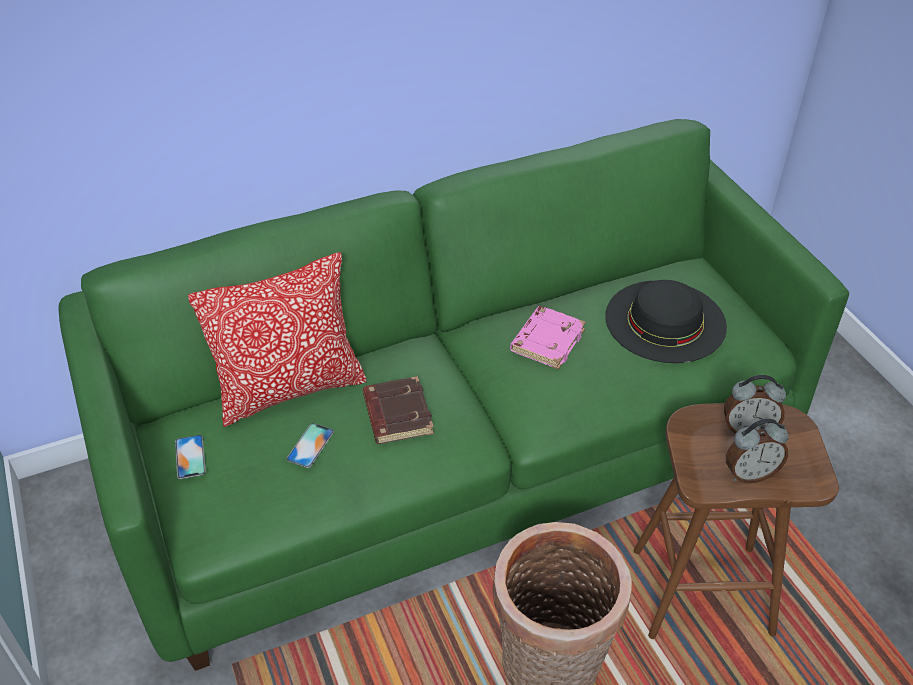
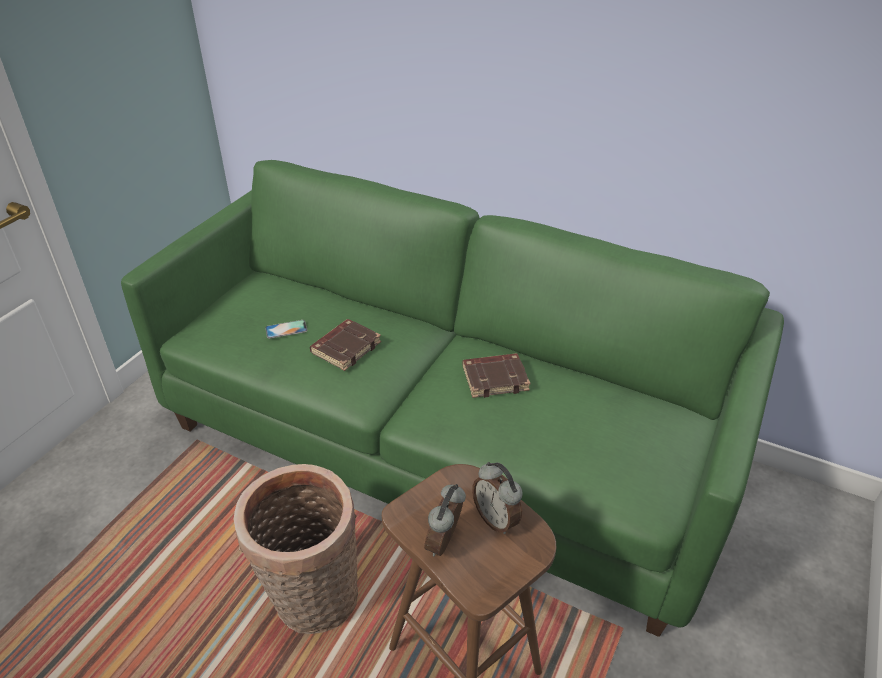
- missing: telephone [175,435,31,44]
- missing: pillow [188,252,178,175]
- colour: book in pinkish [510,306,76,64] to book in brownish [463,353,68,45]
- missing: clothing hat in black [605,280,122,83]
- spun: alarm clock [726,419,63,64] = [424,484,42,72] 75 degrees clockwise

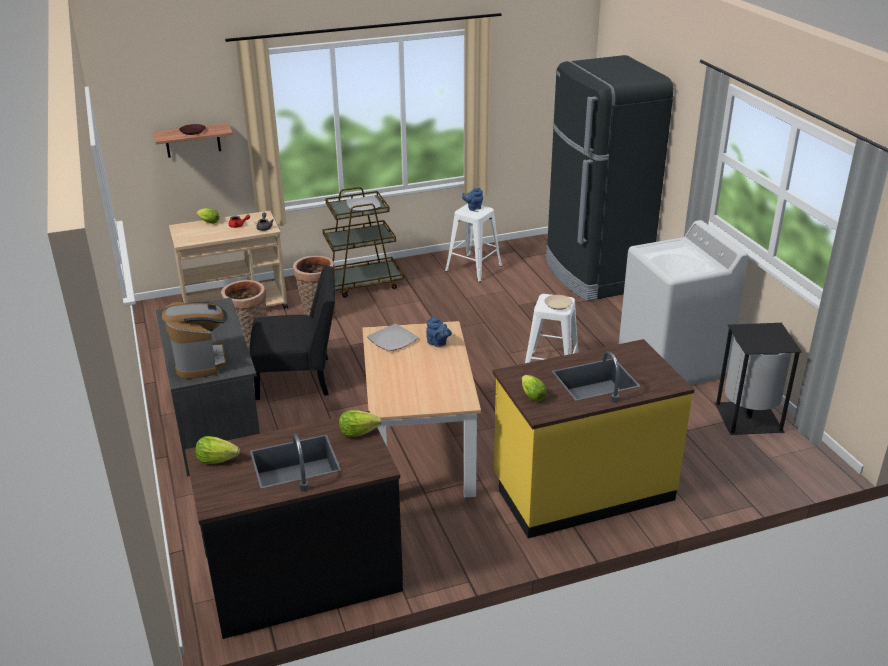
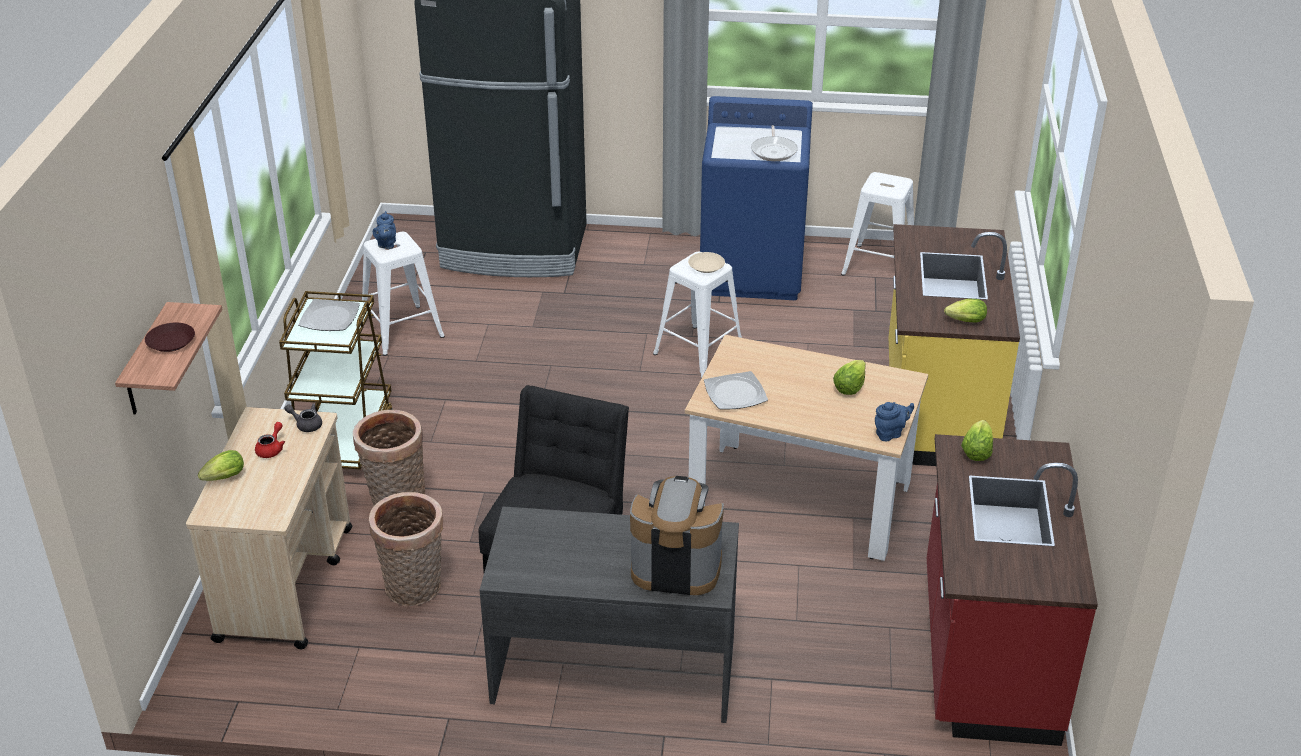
- colour: counter in black [185,411,218,228] to counter in red-coloured [927,434,171,312]
- relocated: head of lettuce [195,436,45,28] to [833,360,33,35]
- relocated: teapot in bluish [426,316,26,31] to [875,402,39,39]
- colour: laundry machine in whitish [619,220,129,165] to laundry machine in bluish [700,96,113,204]
- exchanged: waste bin in black [715,323,87,112] to stool seat in whitish [841,172,73,103]
- appeared: skillet [751,125,47,36]

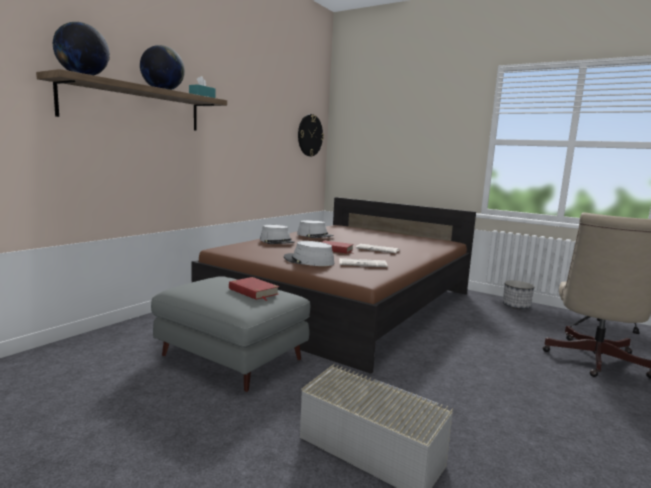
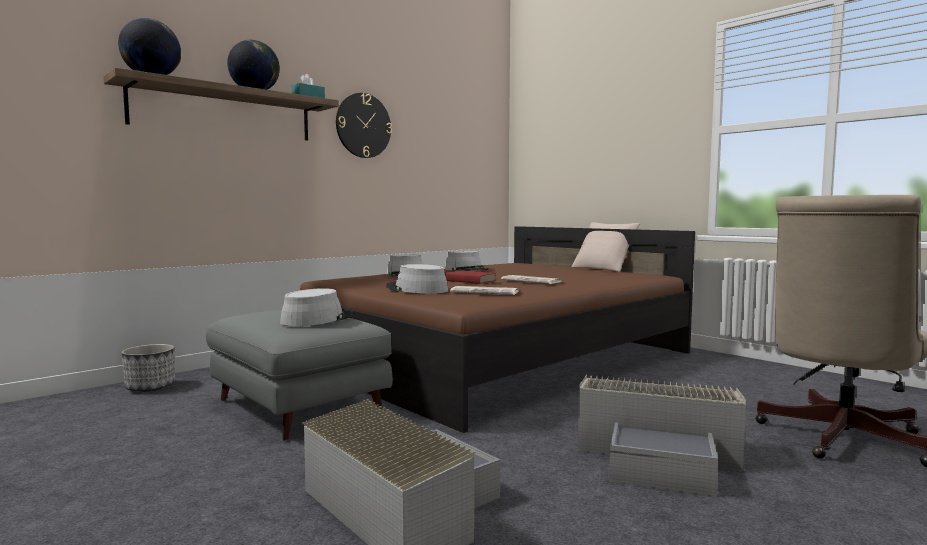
- exchanged: book in red-coloured [229,277,50,24] to clothing hat in gray [280,288,73,38]
- relocated: hanging clock [298,114,26,42] to [336,93,56,65]
- relocated: flower pot [503,281,31,28] to [122,344,53,48]
- appeared: pillow in beige [572,222,68,50]
- appeared: storage bin in gray [578,374,168,123]

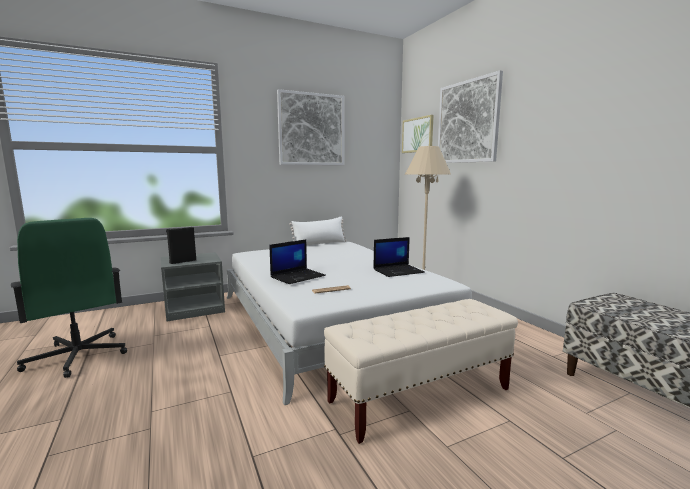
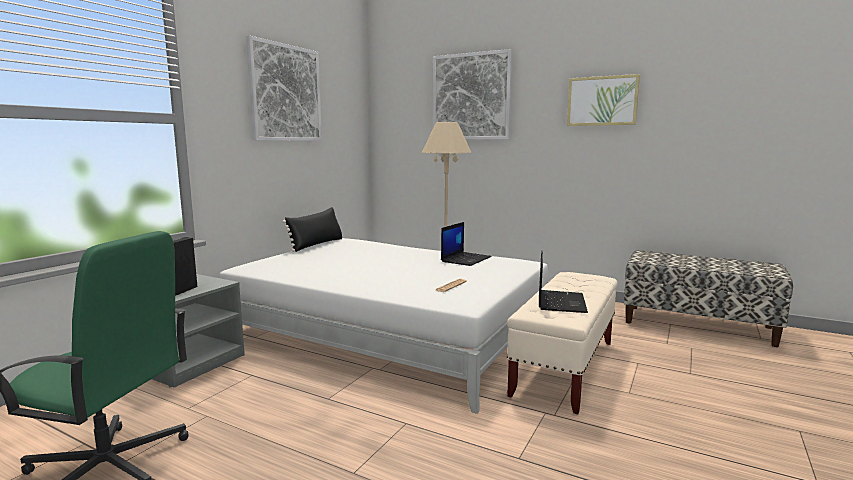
- relocated: laptop [270,239,56,45] to [539,251,49,62]
- colour: pillow in whitish [289,217,57,28] to pillow in black [282,207,61,45]
- relocated: wall picture [402,115,32,38] to [567,74,73,52]

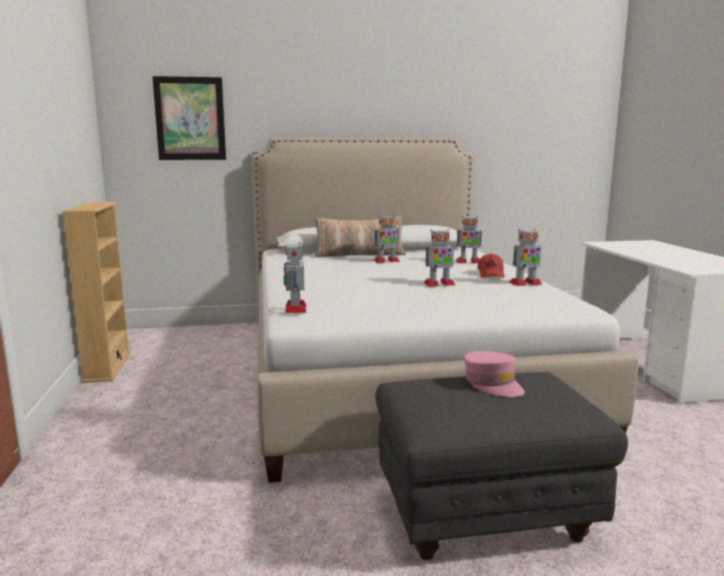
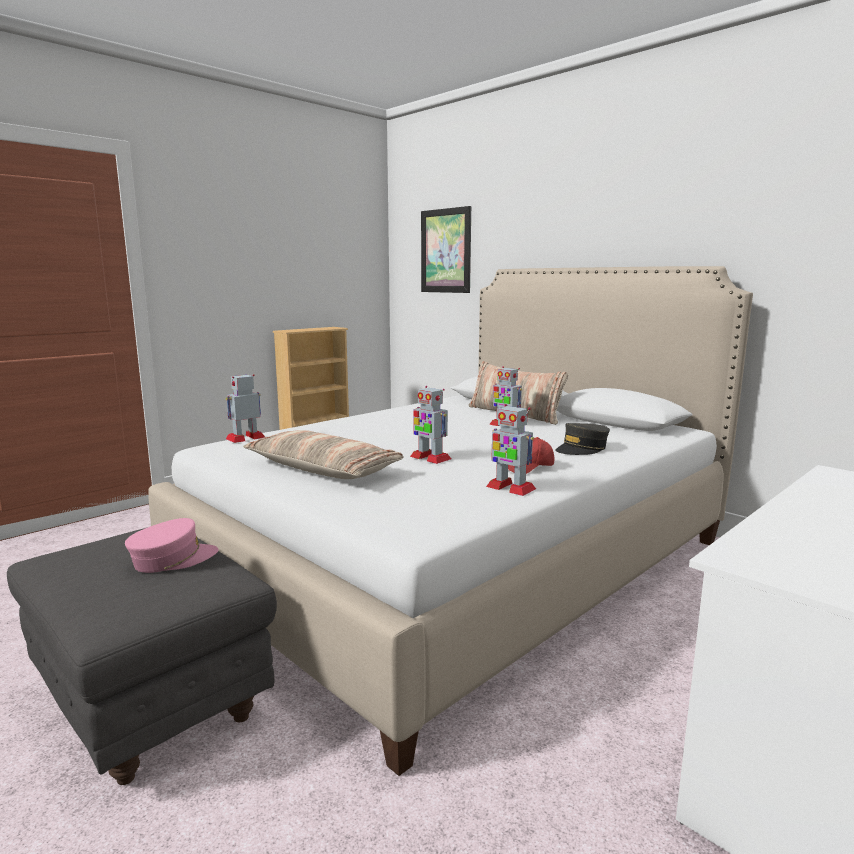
- exchanged: toy robot [456,216,26,47] to baseball cap in gray [555,423,55,32]
- spun: baseball cap in pinkish [464,351,61,46] = [125,518,94,55] 150 degrees counterclockwise
- appeared: pillow [243,430,161,49]

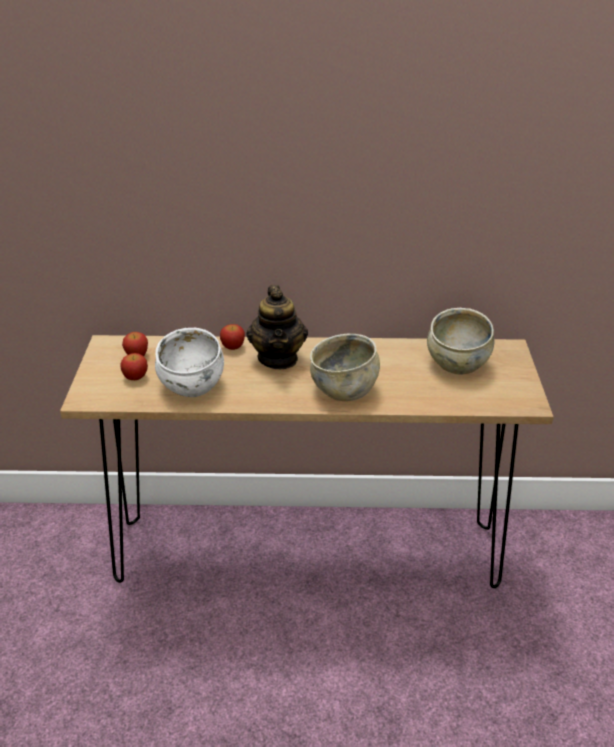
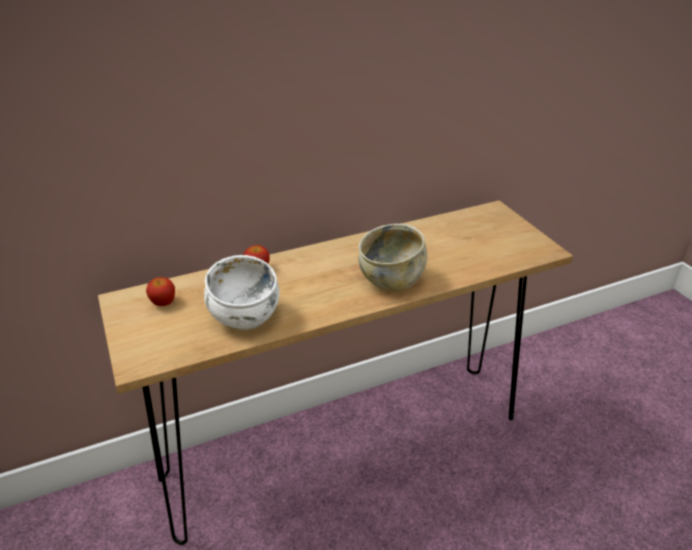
- missing: apple [120,353,28,27]
- missing: teapot [246,285,62,84]
- missing: serving bowl in beige [427,308,67,67]

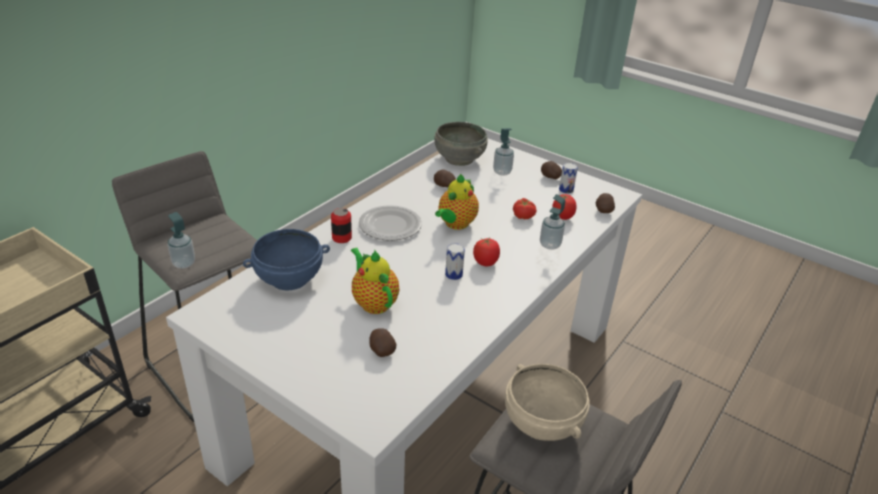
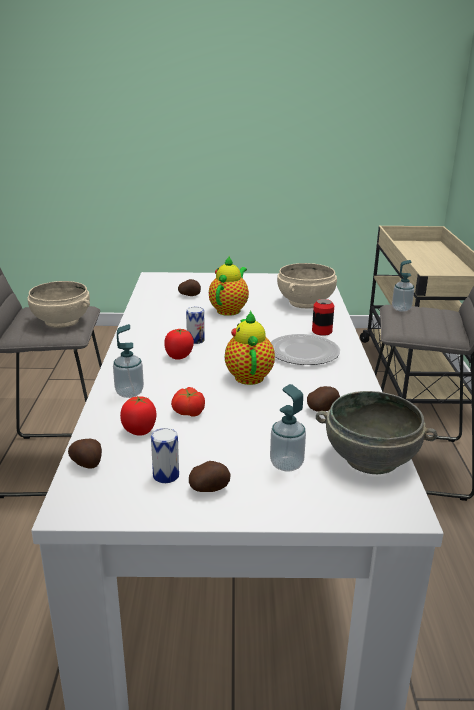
- colour: serving bowl in bluish [243,229,87,61] to serving bowl in beige [277,263,60,46]
- spun: teapot [351,248,48,66] = [209,256,40,60] 90 degrees counterclockwise

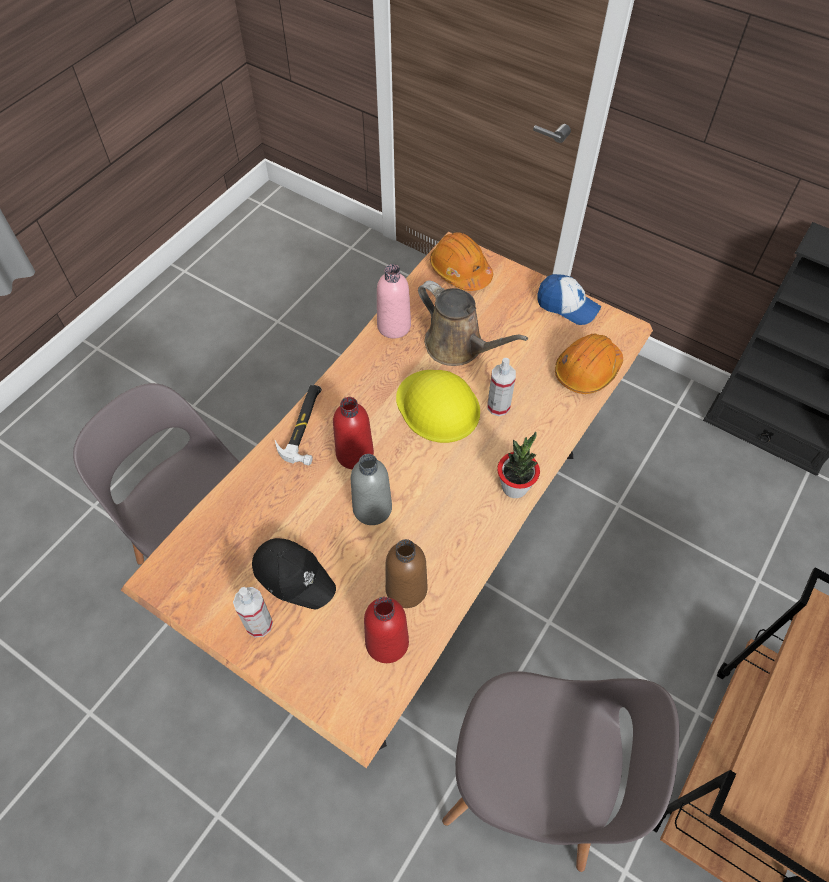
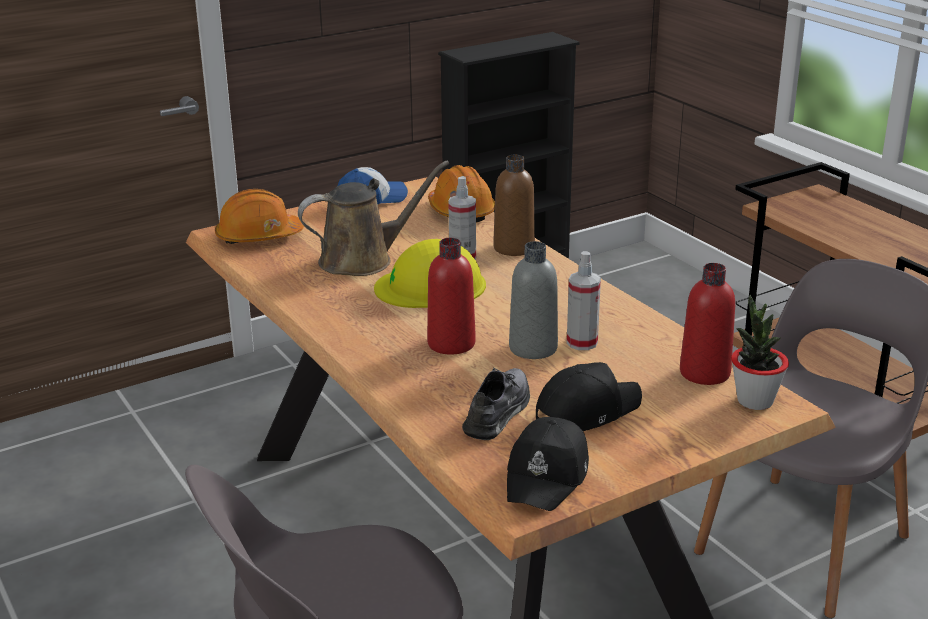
- relocated: hand sprayer [233,587,40,50] to [567,251,34,99]
- missing: tool hammer [275,385,47,80]
- missing: bottle in pinkish [377,264,34,75]
- relocated: bottle in brownish [385,539,42,69] to [493,155,42,101]
- relocated: potted plant [497,432,43,66] to [731,295,58,115]
- appeared: shoe in gray [462,367,68,73]
- appeared: baseball cap in black [507,417,82,94]

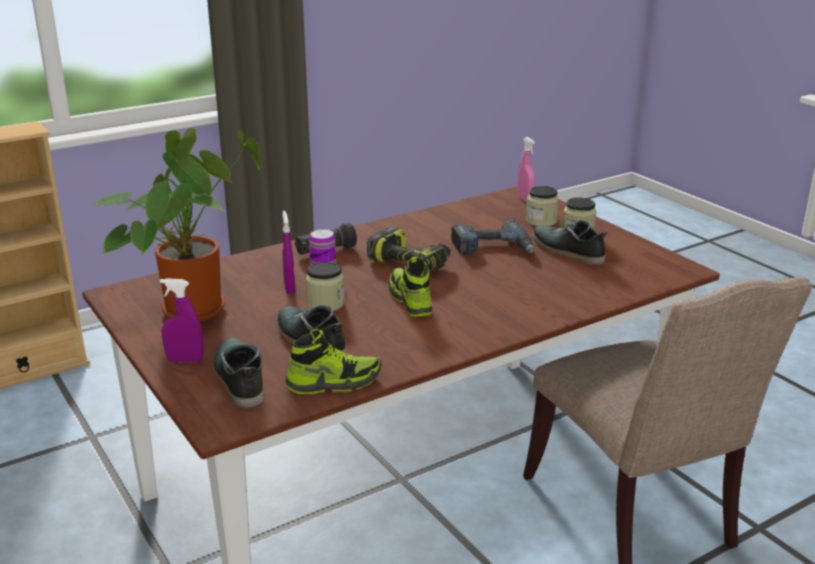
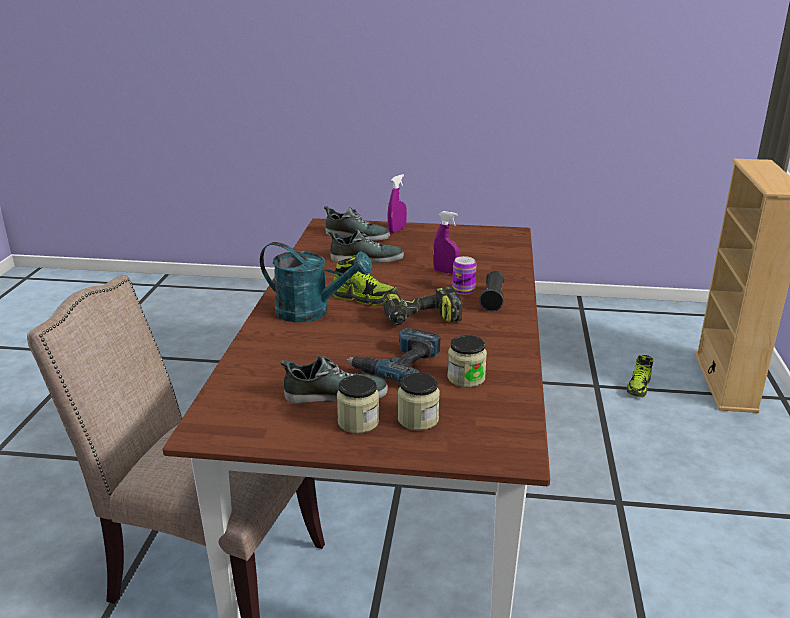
- missing: potted plant [91,128,172,194]
- relocated: shoe [285,329,97,65] to [626,355,27,43]
- relocated: preserve jar [306,262,38,49] to [448,335,39,52]
- missing: hand sprayer in pinkish [517,137,18,65]
- appeared: watering can in blue-green [260,242,112,80]

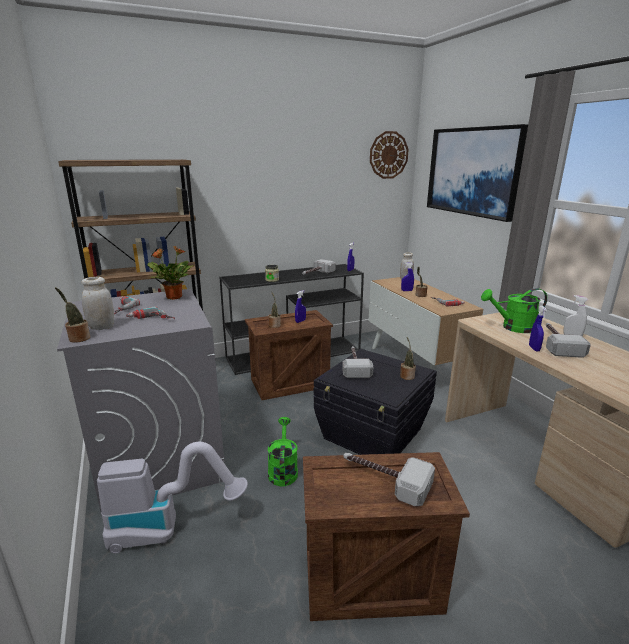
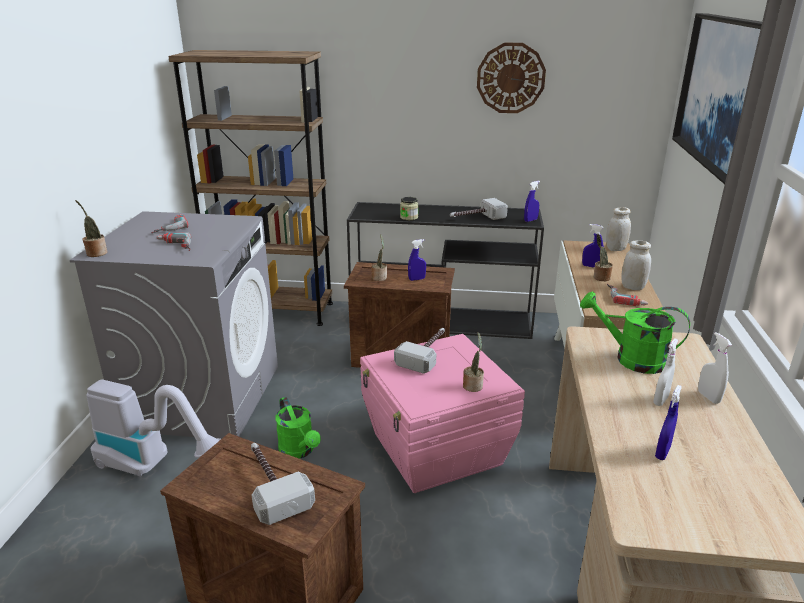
- relocated: preserve jar in whitish [82,277,32,53] to [621,240,30,50]
- missing: potted plant [147,246,47,54]
- spun: watering can in green [268,417,30,69] = [275,397,46,62] 120 degrees clockwise
- colour: storage bin in black [314,349,123,106] to storage bin in pinkish [360,334,165,159]
- relocated: hanging clock [370,131,39,48] to [477,43,69,70]
- relocated: hand sprayer in bluish [529,306,18,45] to [655,385,27,75]
- exchanged: tool hammer [546,323,45,35] to hand sprayer in whitish [653,338,25,68]

